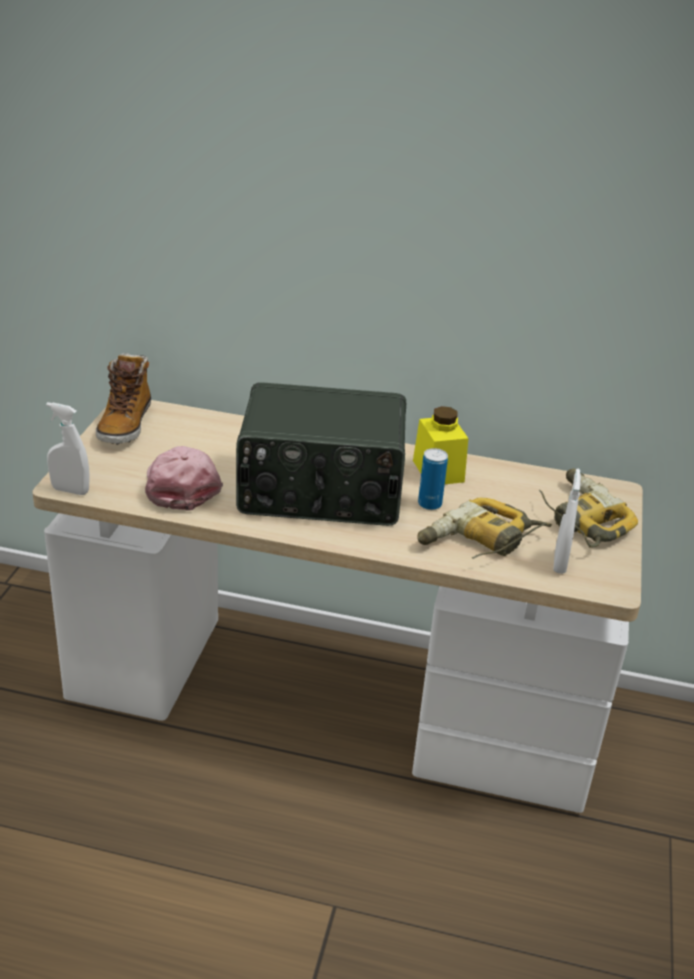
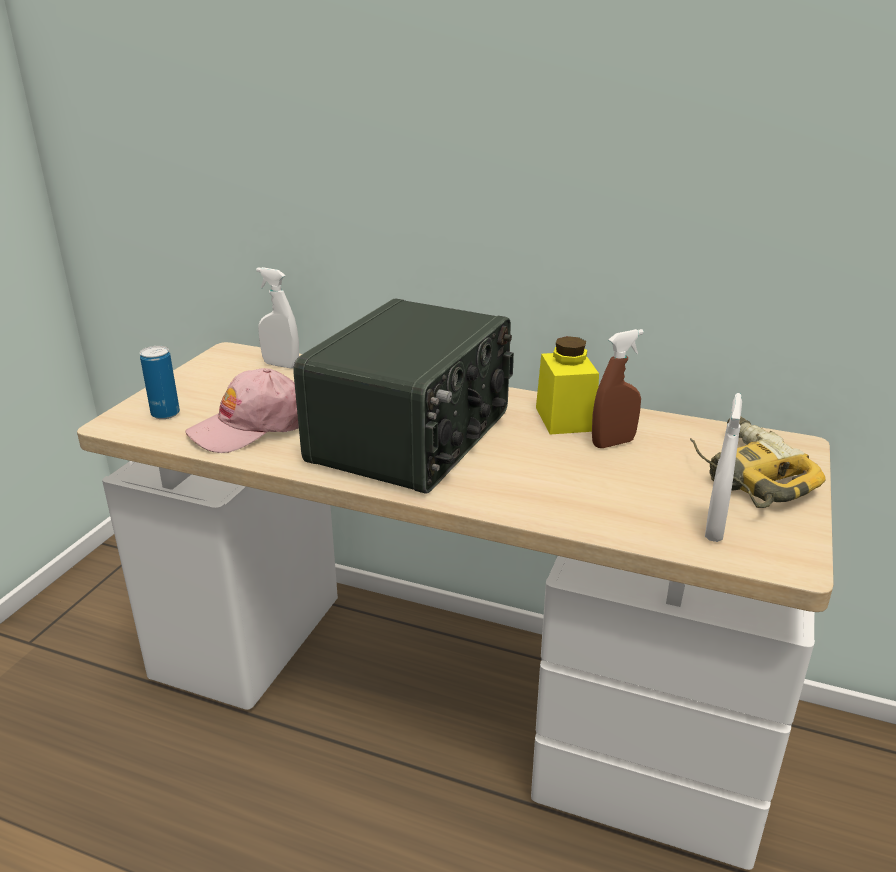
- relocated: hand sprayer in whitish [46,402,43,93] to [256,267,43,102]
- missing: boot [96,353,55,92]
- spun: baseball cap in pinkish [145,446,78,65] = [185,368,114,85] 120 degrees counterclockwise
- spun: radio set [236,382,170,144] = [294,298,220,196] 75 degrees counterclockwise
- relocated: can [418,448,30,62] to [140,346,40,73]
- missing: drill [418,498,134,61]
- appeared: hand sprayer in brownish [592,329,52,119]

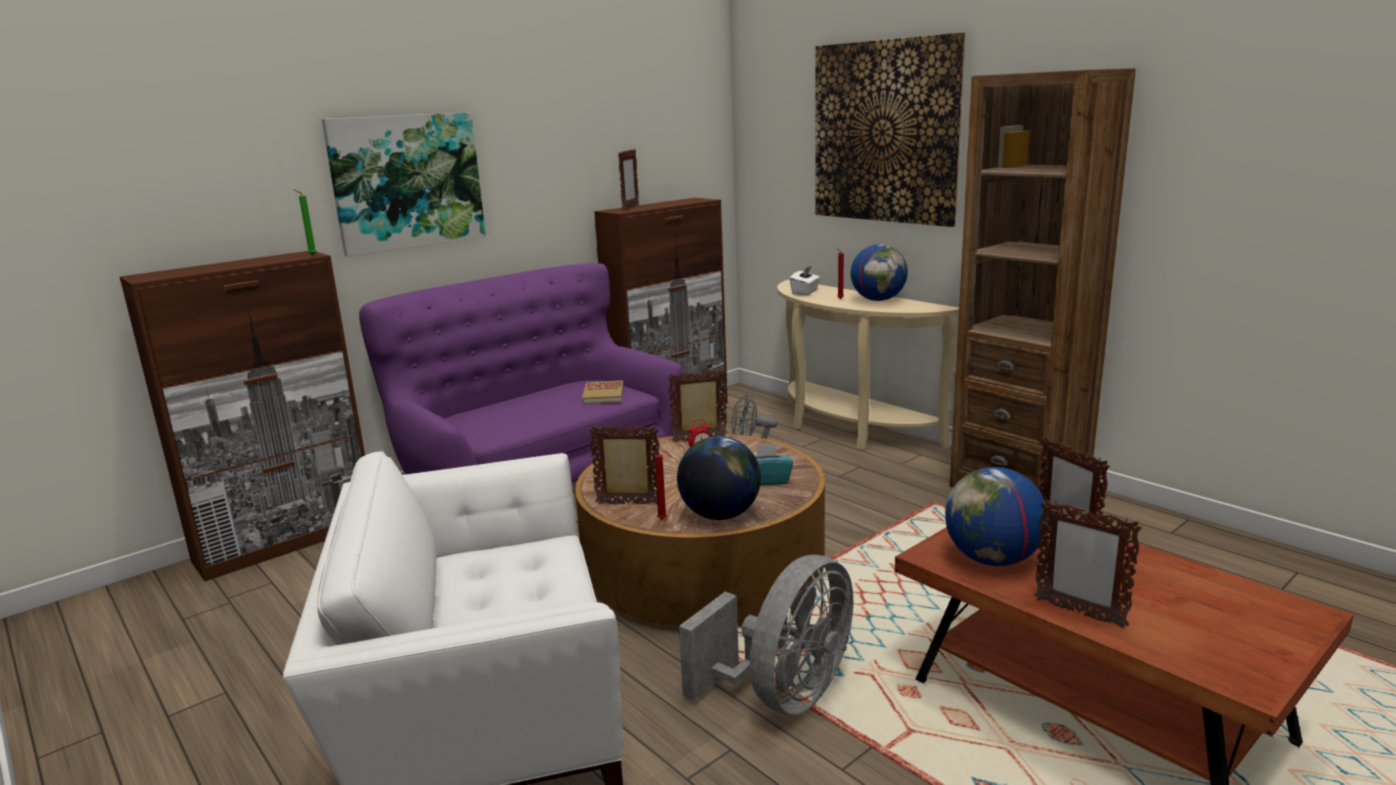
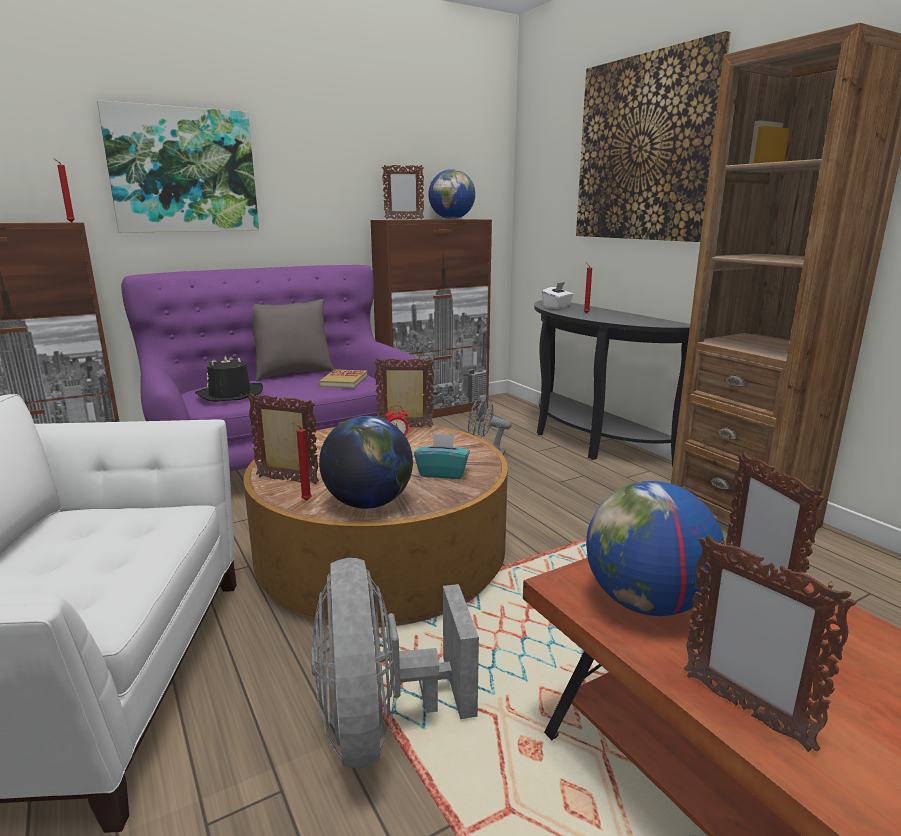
- colour: wax candle in green [295,190,21,65] to wax candle in red-coloured [53,158,22,65]
- spun: photo frame [618,149,21,61] = [382,165,42,54] 45 degrees clockwise
- spun: electric fan in gray [679,555,174,160] = [311,558,168,210] 120 degrees clockwise
- colour: hall table in beige [777,280,182,170] to hall table in black [534,300,156,167]
- relocated: globe [851,244,57,57] to [428,169,47,50]
- appeared: clothing hat in black [195,356,68,46]
- appeared: pillow in gray [252,299,82,82]

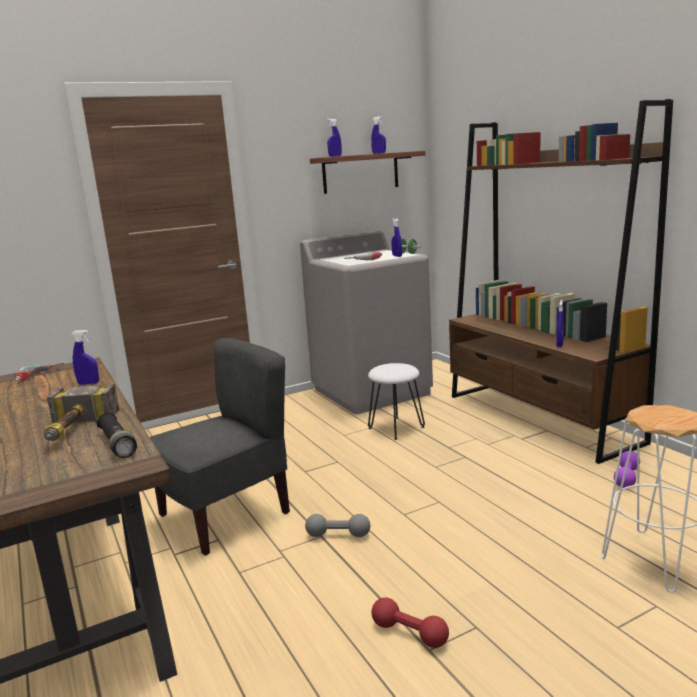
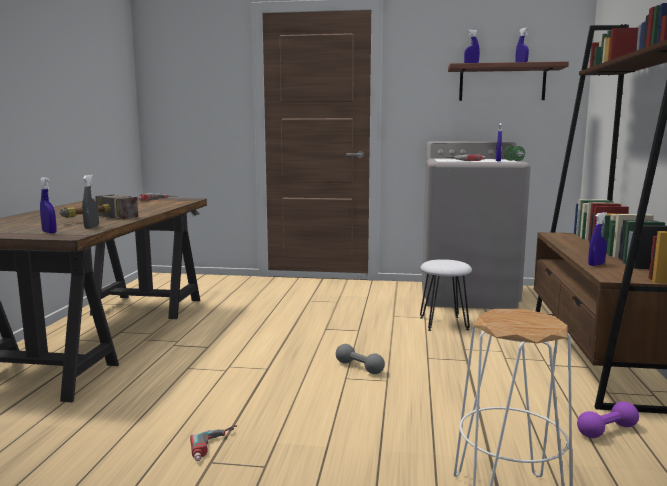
- relocated: hand sprayer in bluish [72,330,27,55] to [40,177,17,56]
- exchanged: flashlight in black [96,412,41,46] to hand sprayer in gray [82,175,17,54]
- missing: chair in gray [150,338,140,217]
- relocated: hand weight in gray [305,514,65,23] to [336,344,49,30]
- exchanged: hand weight in red-coloured [372,597,77,51] to drill [190,425,47,36]

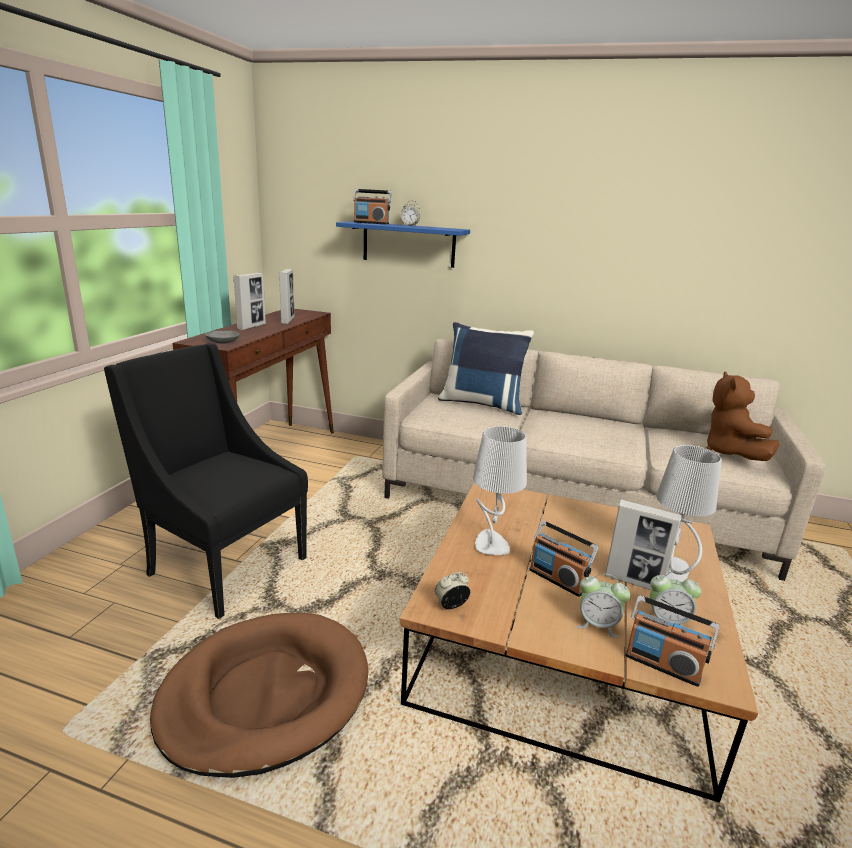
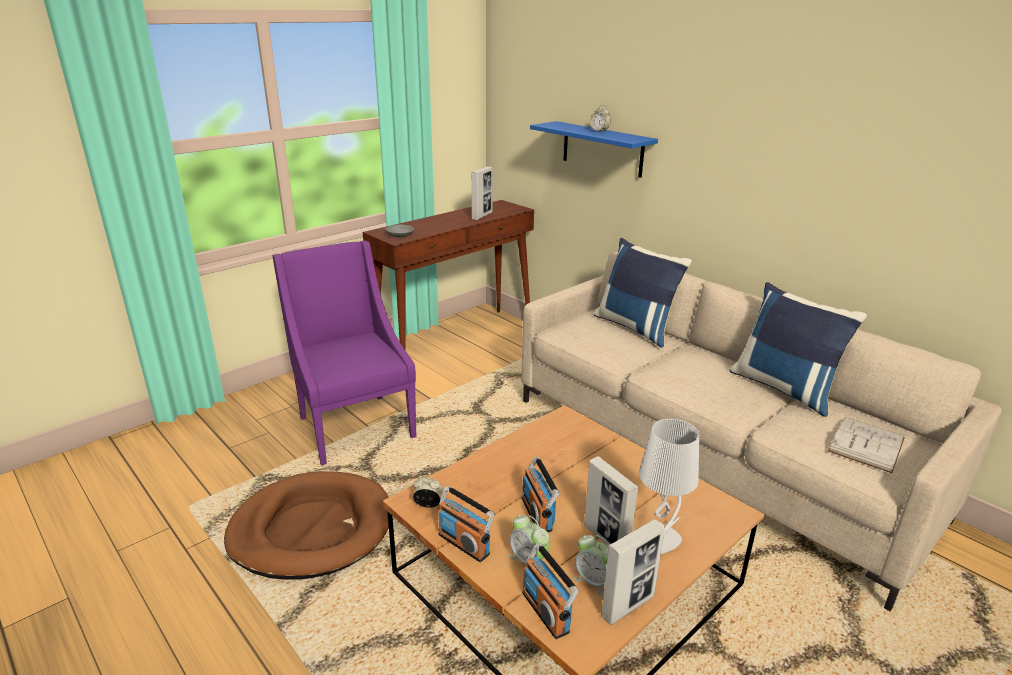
- colour: lounge chair in black [104,344,204,275] to lounge chair in purple-coloured [273,241,143,225]
- relocated: photo frame [233,273,33,57] to [601,519,64,106]
- relocated: radio set [353,189,39,35] to [438,486,56,76]
- missing: lamp for a table in gray [473,426,54,129]
- exchanged: soft toy in brownish [705,371,74,90] to book in whitish [828,417,77,56]
- appeared: pillow in bluish [729,282,138,135]

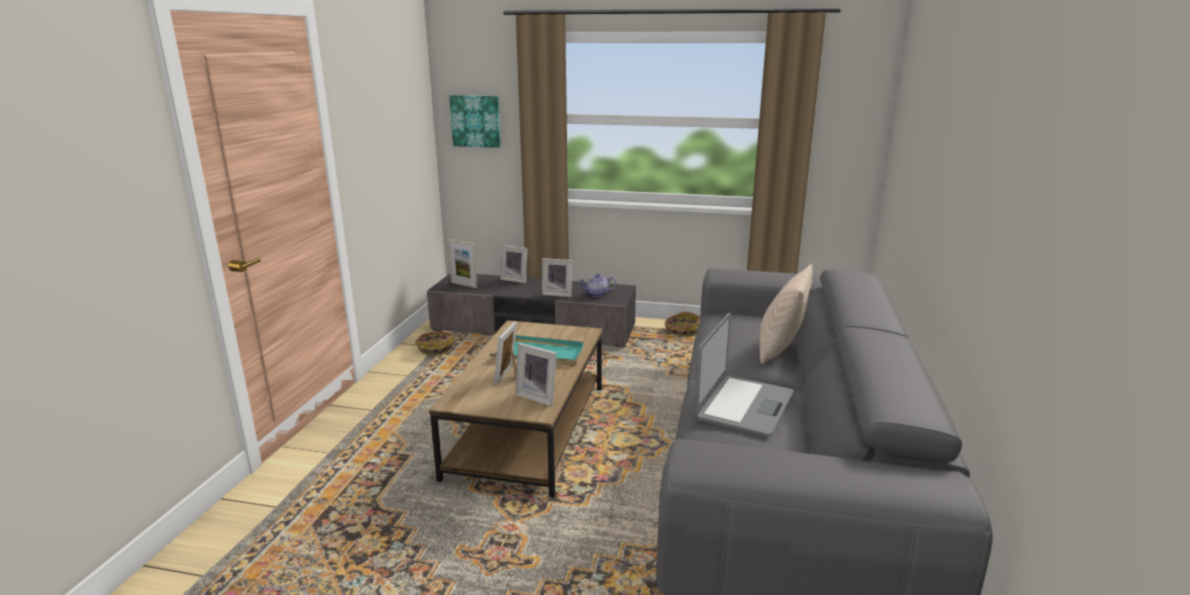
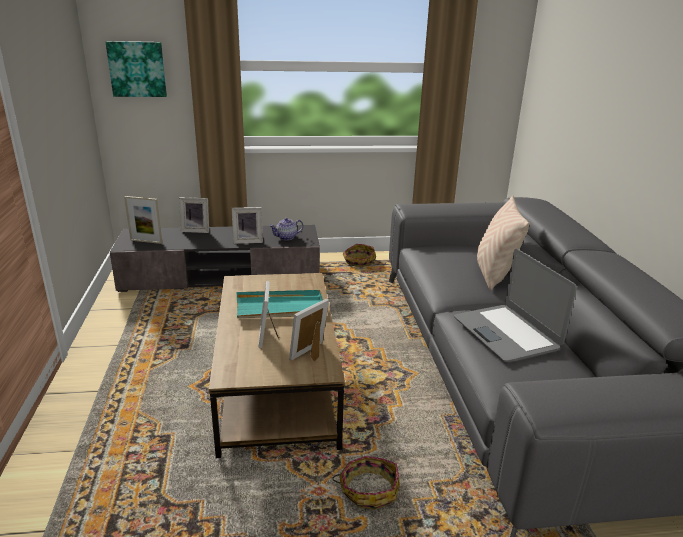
- relocated: storage basket [415,331,39,24] to [332,456,68,54]
- spun: photo frame [515,343,42,63] = [289,299,40,62] 120 degrees clockwise
- spun: laptop [694,313,100,123] = [454,249,123,113] 150 degrees clockwise

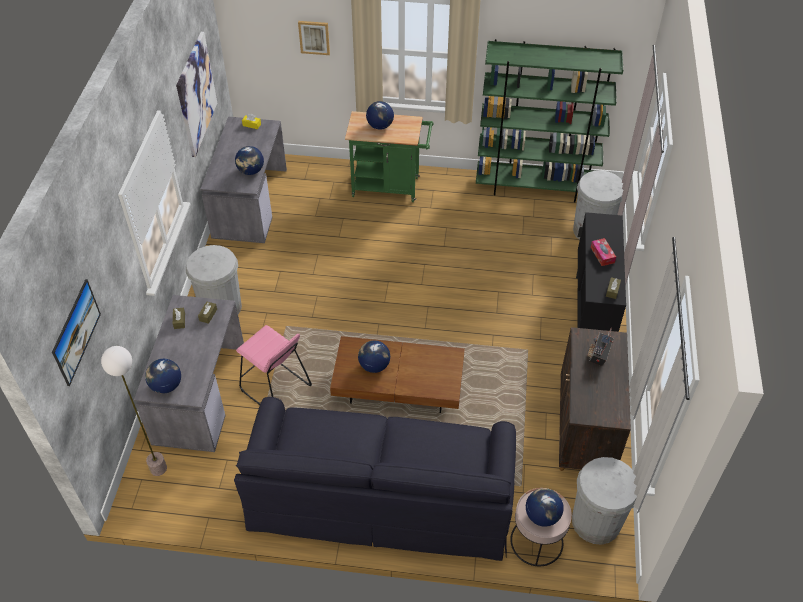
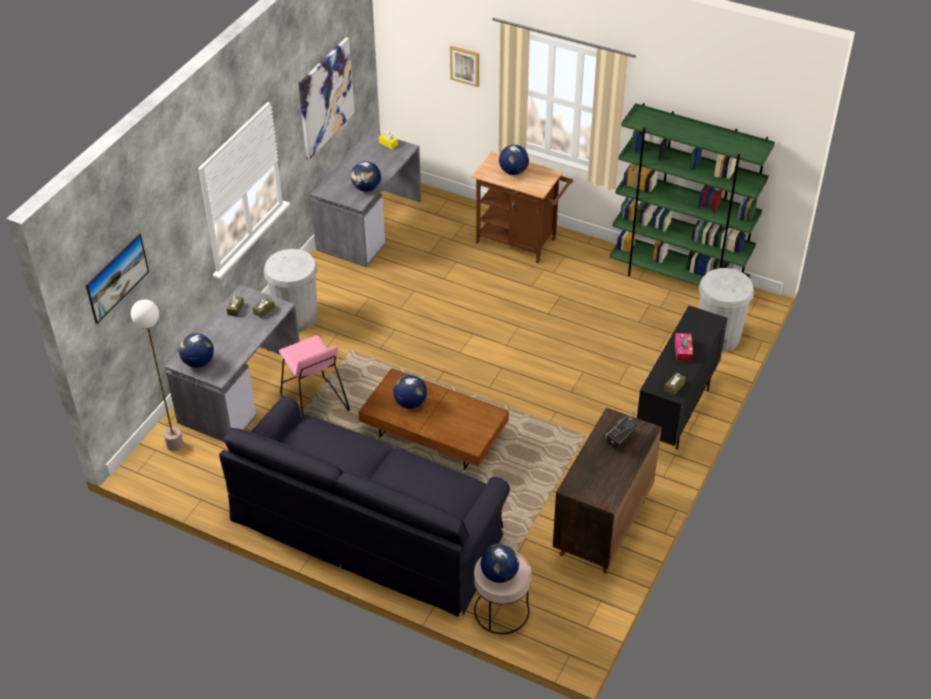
- colour: cart in green [345,111,89,91] to cart in brownish [472,151,101,112]
- missing: waste bin in whitish [572,457,65,88]

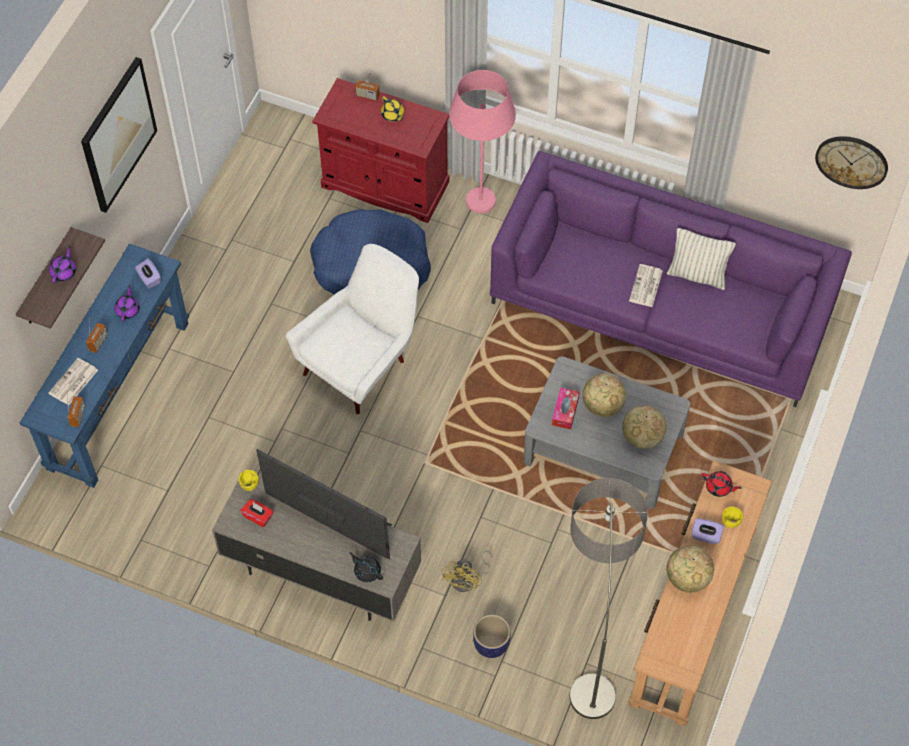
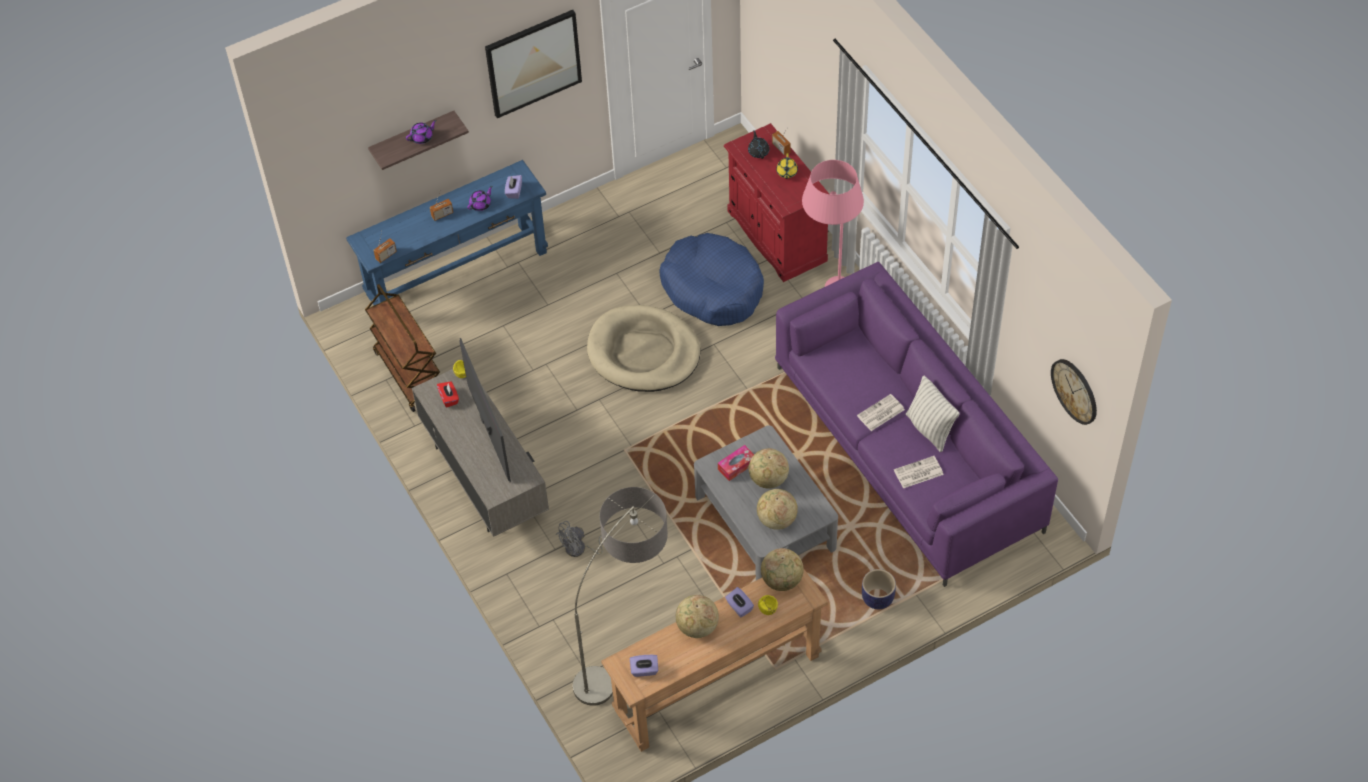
- relocated: daily paper [48,358,50,47] to [894,456,50,32]
- exchanged: lounge chair in whitish [286,244,133,170] to pet bed in beige [587,305,114,87]
- relocated: teapot in black [349,552,34,30] to [748,130,21,29]
- colour: electric fan in yellow [442,551,50,41] to electric fan in gray [556,521,47,36]
- relocated: flower pot [473,614,38,44] to [862,569,34,40]
- exchanged: teapot in red-coloured [701,471,41,26] to globe [761,548,43,43]
- appeared: cart in brownish [365,284,75,128]
- appeared: tissue holder in purple-coloured [630,655,28,22]

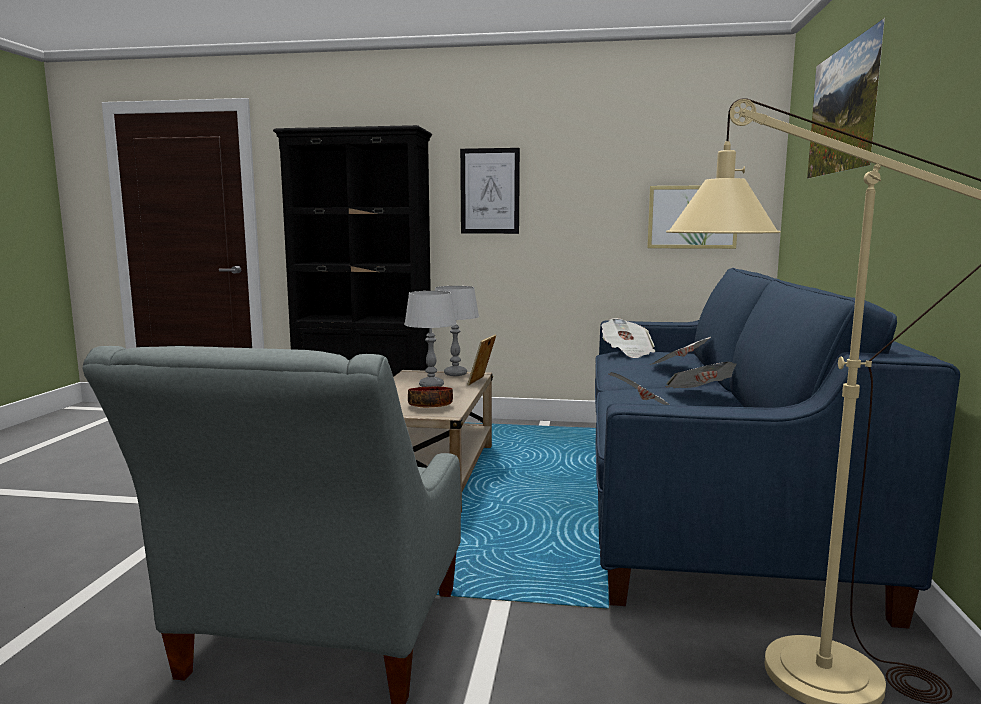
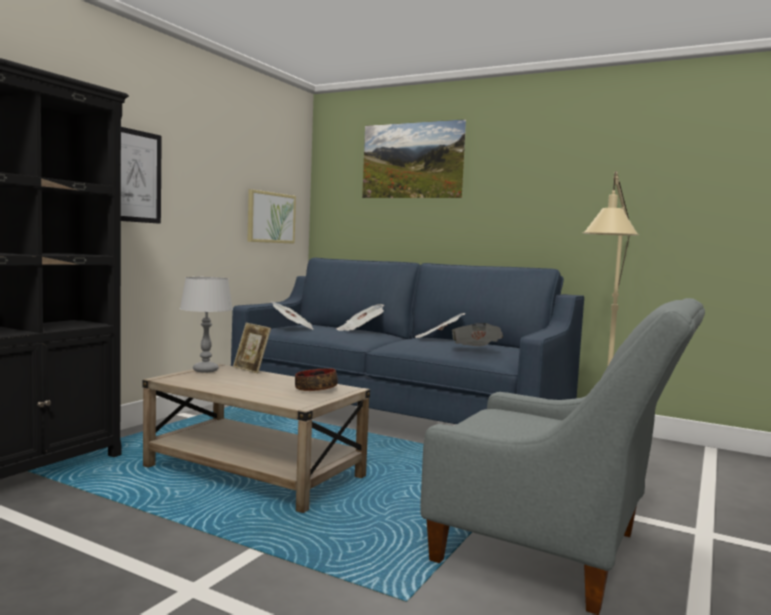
- missing: lamp for a table in gray [404,291,53,96]

